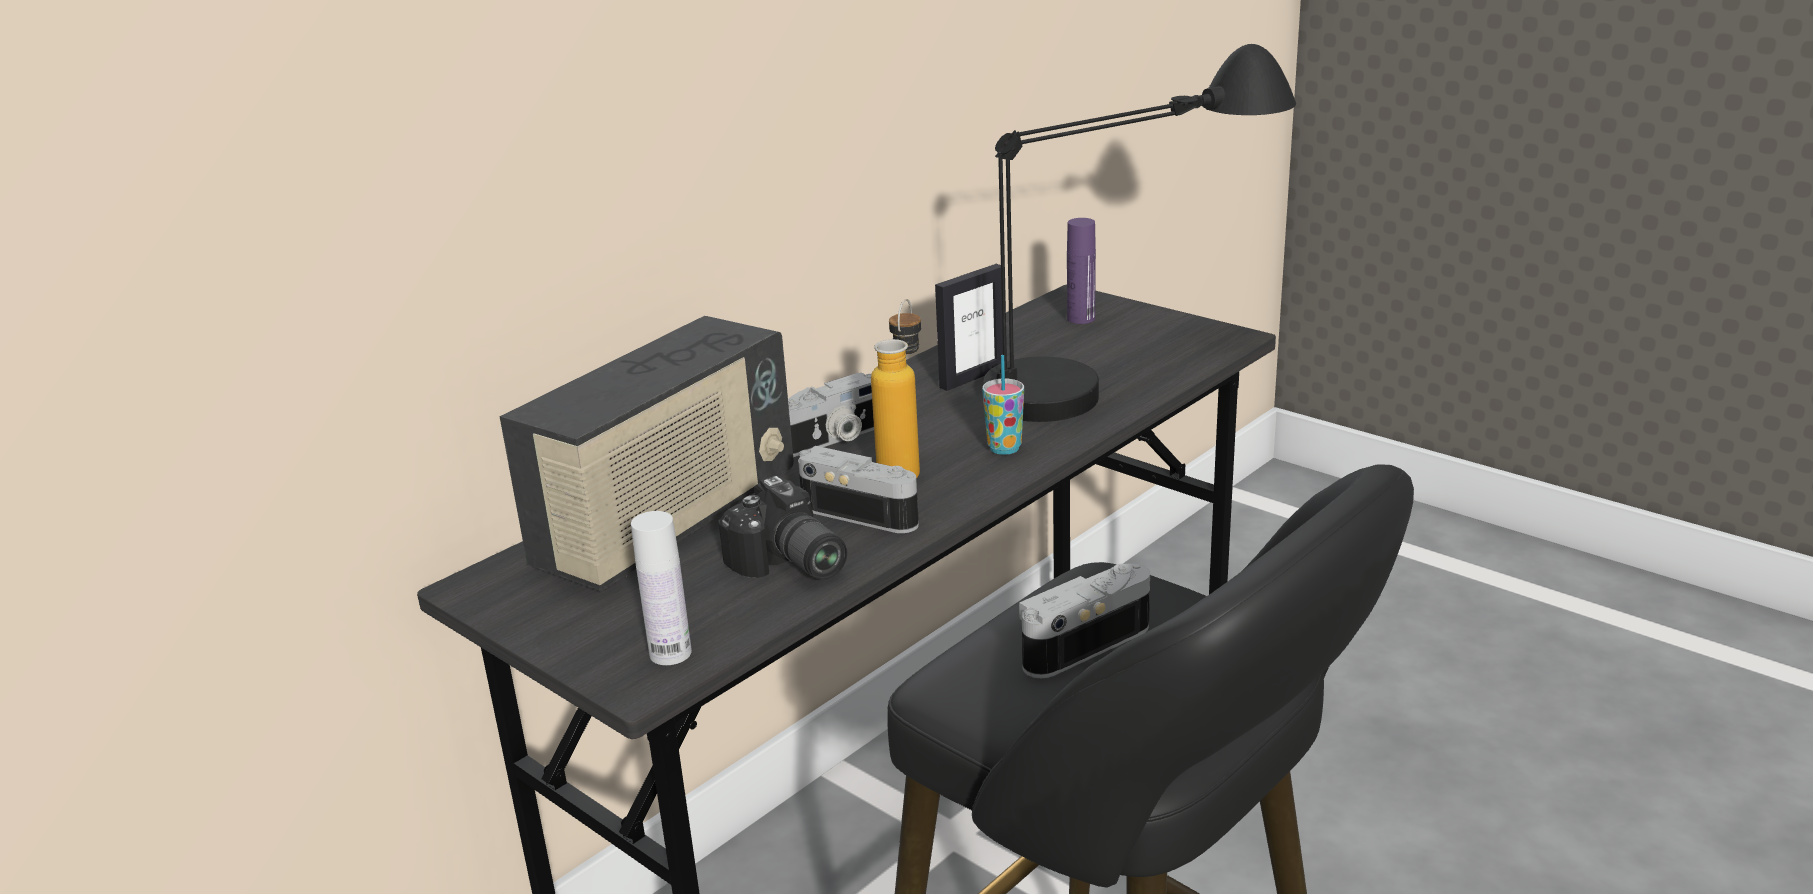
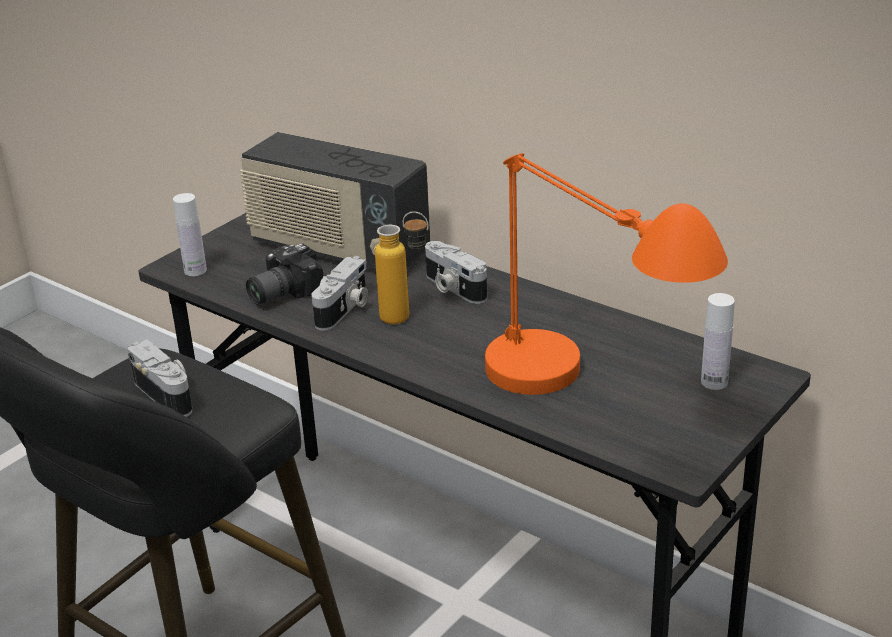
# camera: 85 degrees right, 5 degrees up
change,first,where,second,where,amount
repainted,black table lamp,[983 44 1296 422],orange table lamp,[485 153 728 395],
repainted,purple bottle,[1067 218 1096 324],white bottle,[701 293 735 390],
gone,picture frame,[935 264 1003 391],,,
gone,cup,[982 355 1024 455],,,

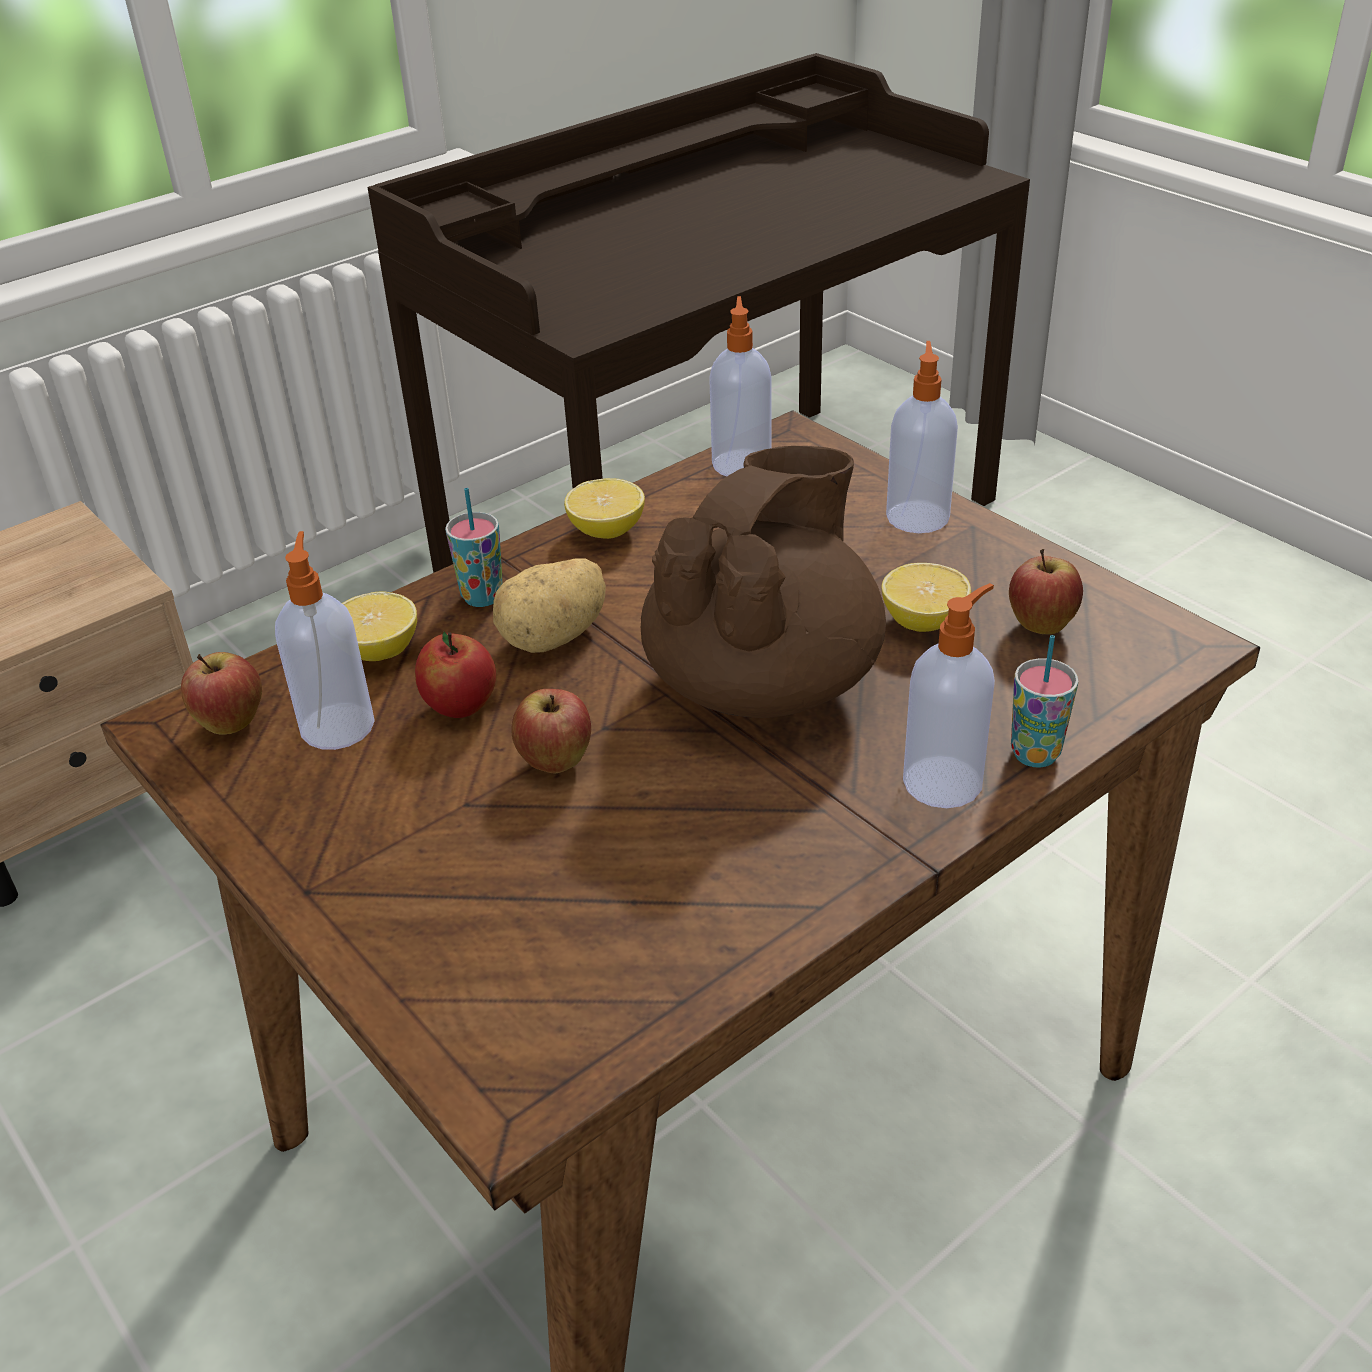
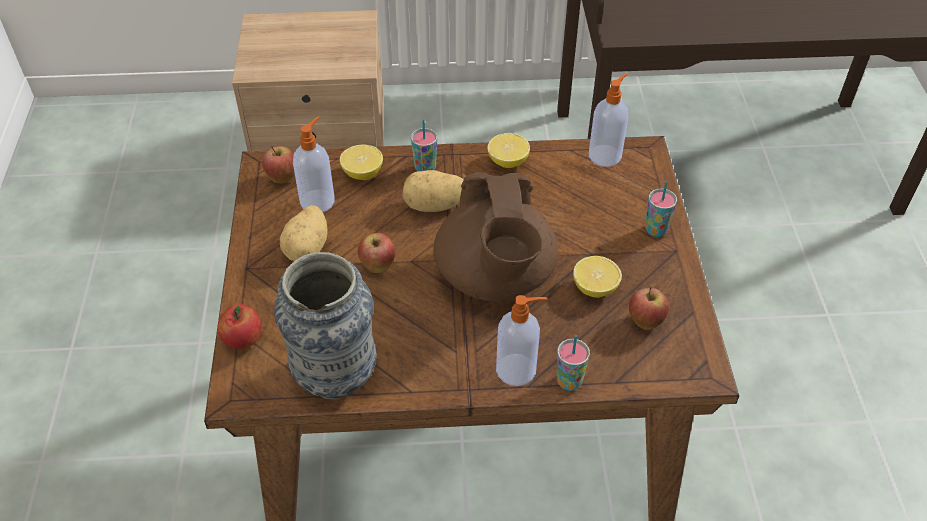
# camera: 35 degrees right, 10 degrees up
change,first,where,second,where,amount
swapped,soap dispenser,[886 341 958 533],cup,[645 181 677 237],
rotated,brown teapot,[641 446 886 718],,[433 172 558 301],105 degrees clockwise
shifted,apple,[415 632 496 718],,[217 304 261 349],
new,,,potato,[280 205 328 261],
new,,,vase,[274 252 377 400],

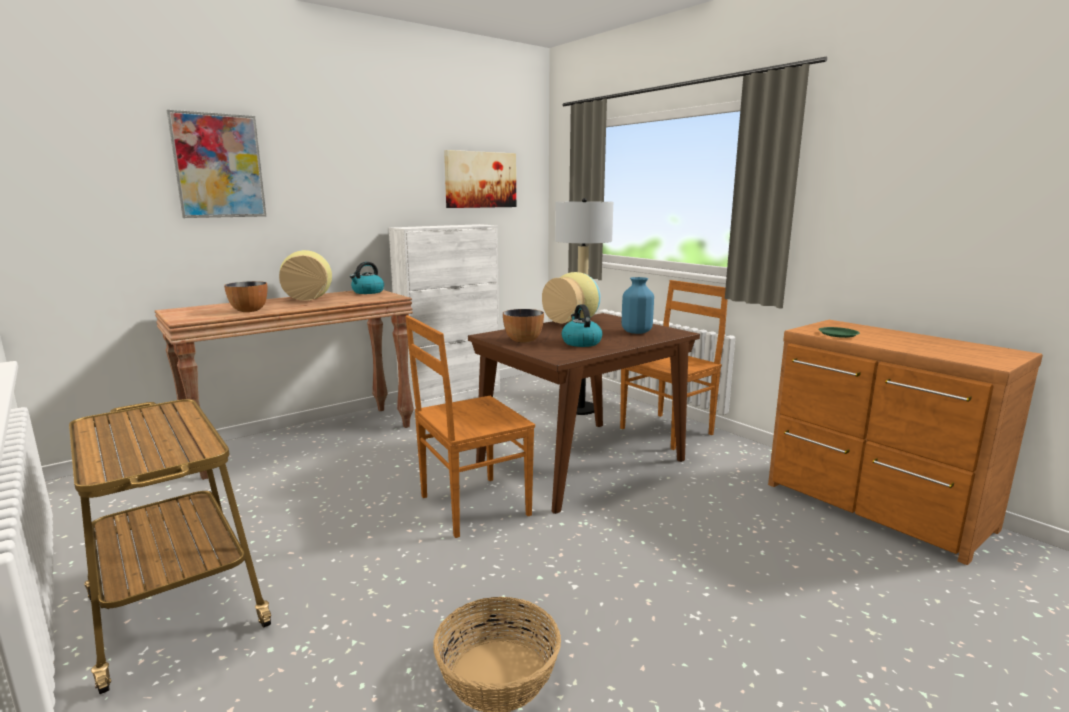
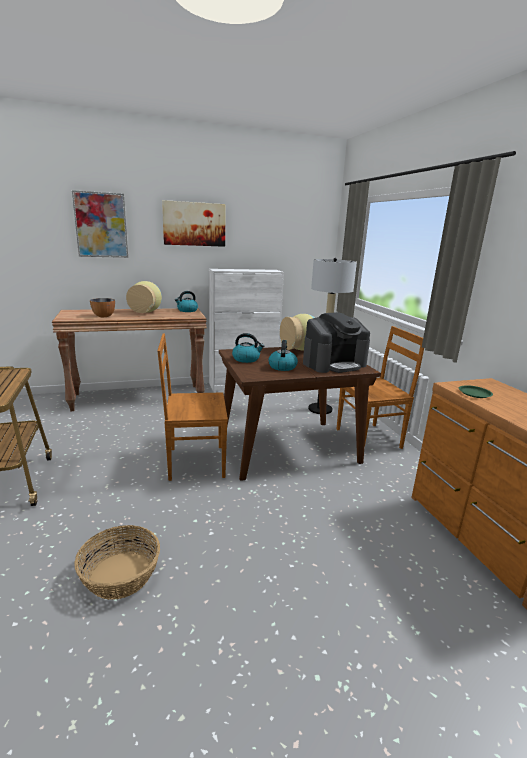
# camera: 20 degrees right, 5 degrees up
change,first,where,second,where,amount
shifted,picture,[444 150 516 208],,[162 200 226 247],
swapped,blue vase,[622 277 654 334],coffee machine,[303 312 370 373],
swapped,bowl,[503 309 544 343],kettle,[232 333 264 363],

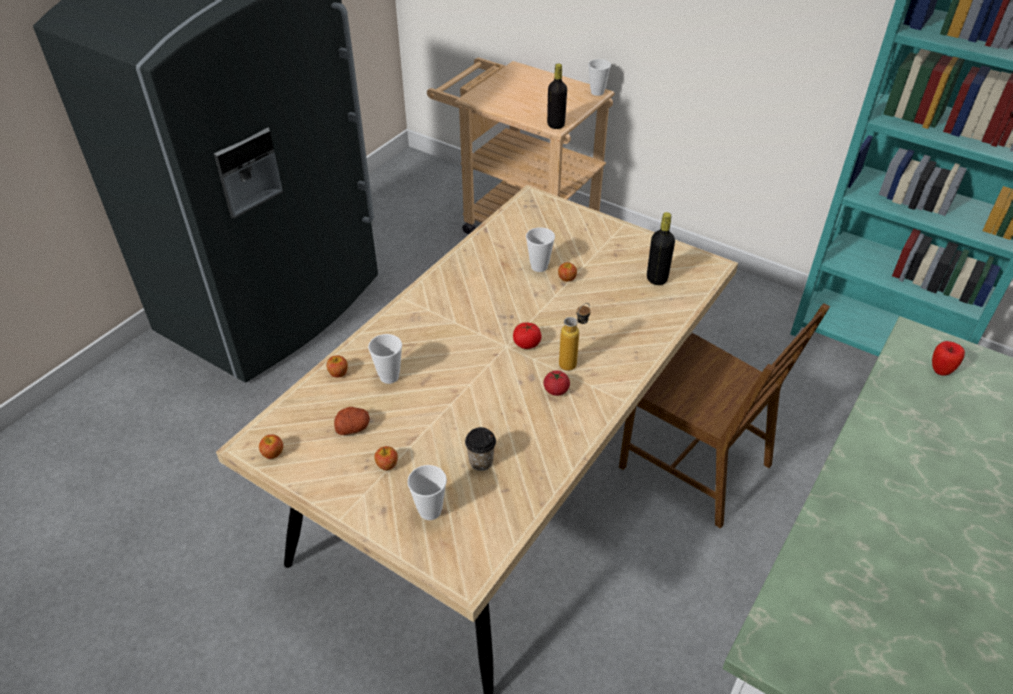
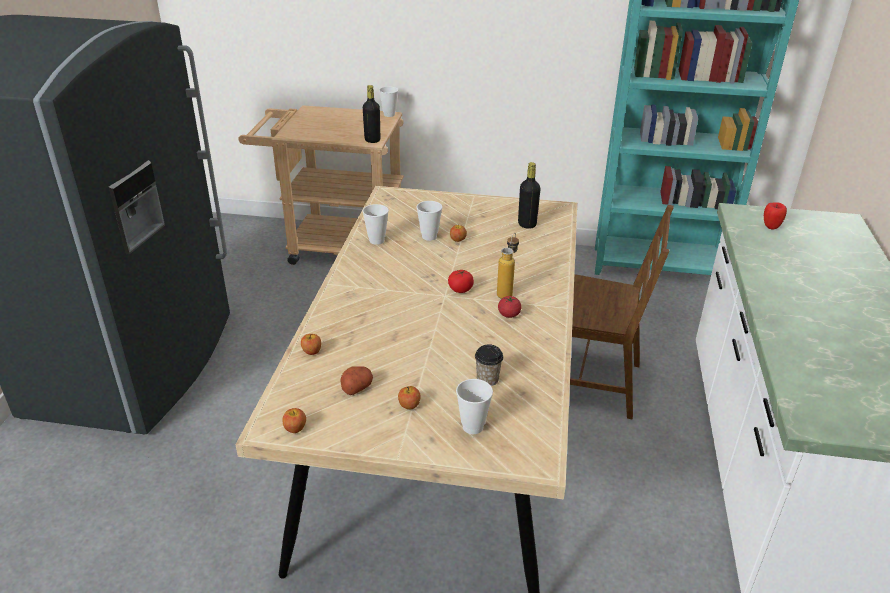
# camera: 25 degrees left, 10 degrees down
change,first,where,second,where,amount
shifted,cup,[368 334 402 384],,[363 204 389 245],

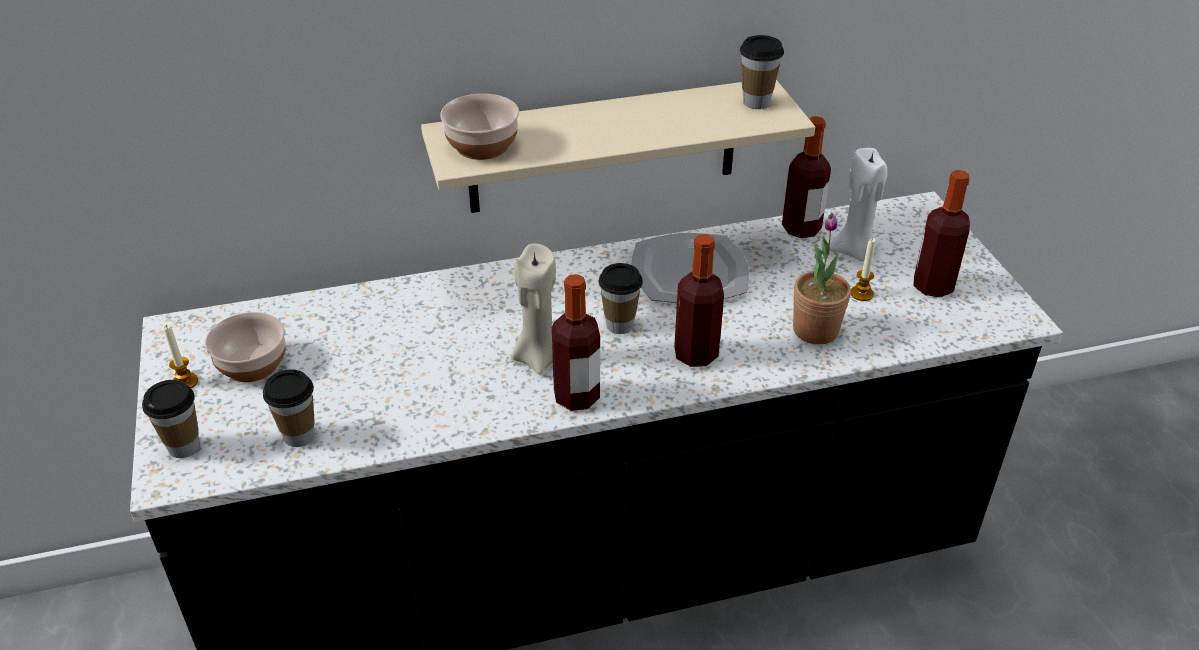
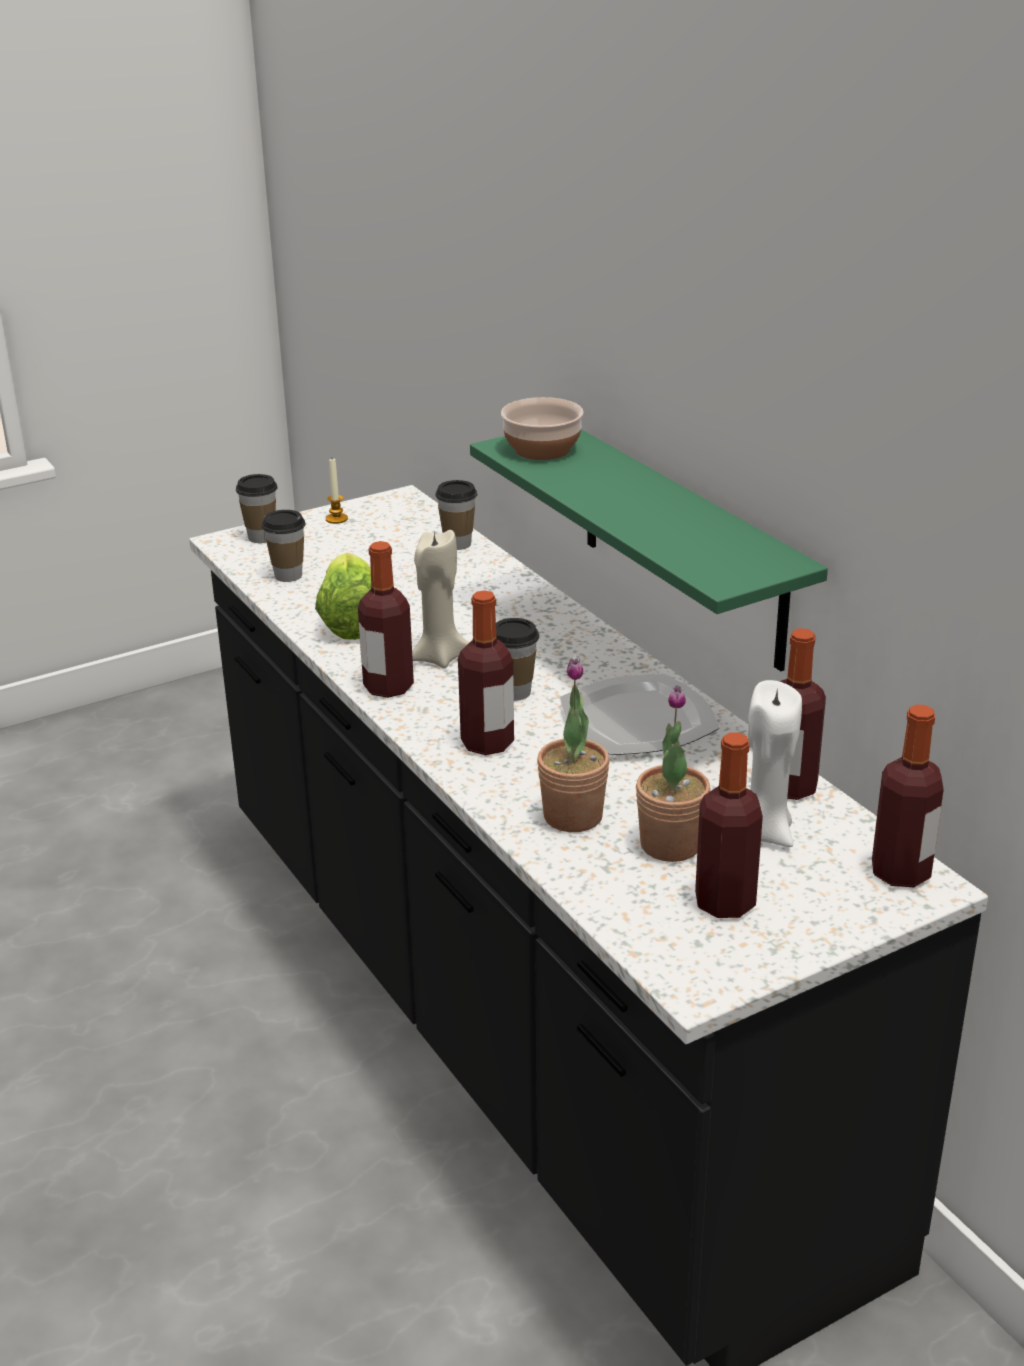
# camera: 75 degrees right, 10 degrees down
change,first,where,second,where,amount
shifted,cup,[740 35 784 109],,[435 480 477 550],
repainted,beige shelf,[421 80 815 213],green shelf,[470 429 828 671],
swapped,candle,[851 238 876 301],potted plant,[636 685 711 862],
gone,bowl,[205 312 286 382],,,
new,,,lettuce,[315 552 371 640],
new,,,bottle,[872 705 944 887],

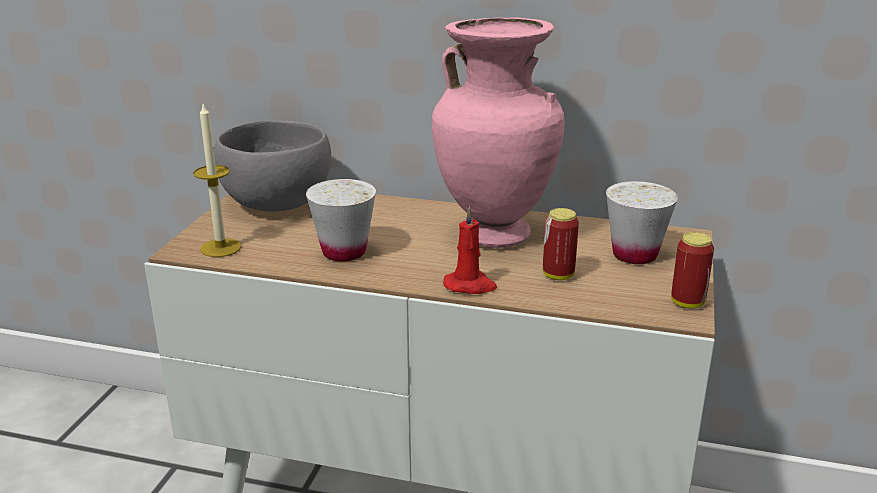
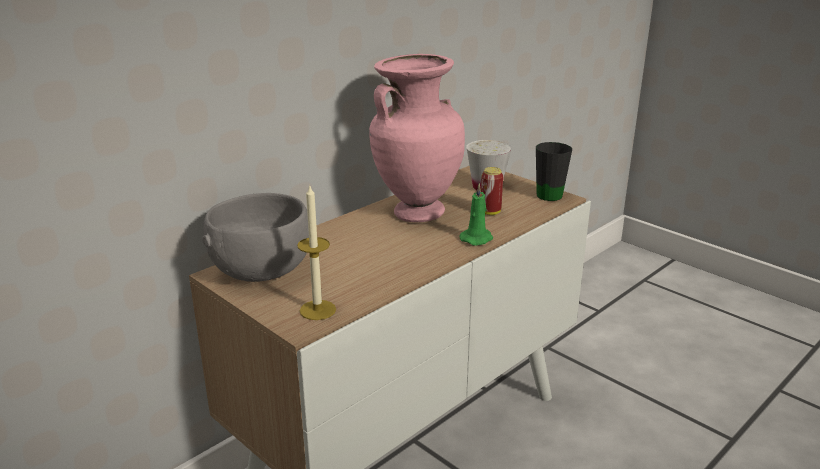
# camera: 60 degrees left, 0 degrees up
change,first,where,second,where,amount
gone,white cup,[306 179 376 261],,,
repainted,red candle,[443 206 497 294],green candle,[459 183 493 246],
swapped,can,[671 232 714 309],black mug,[536 142 572 201],

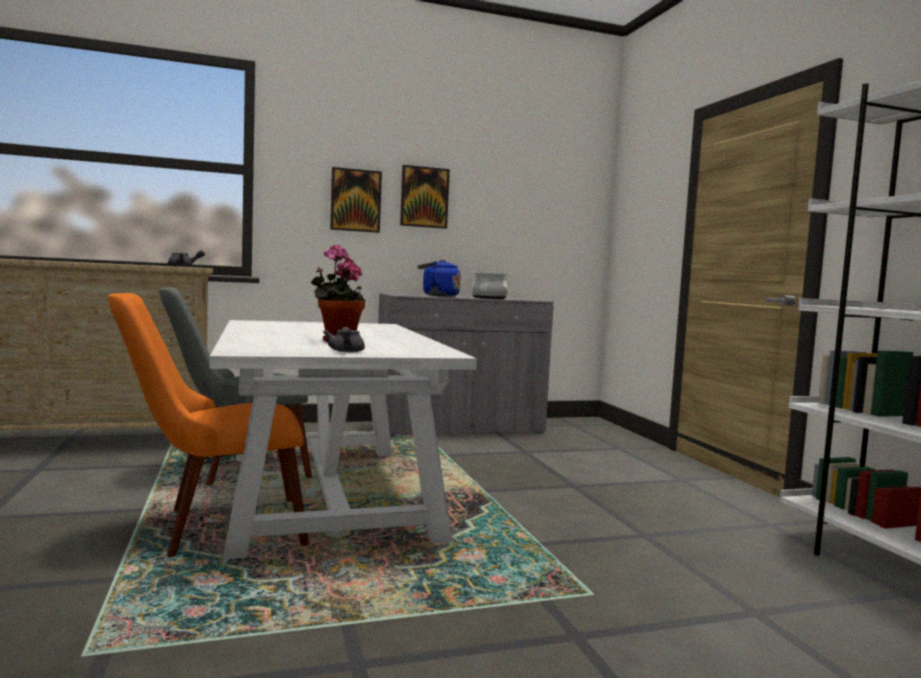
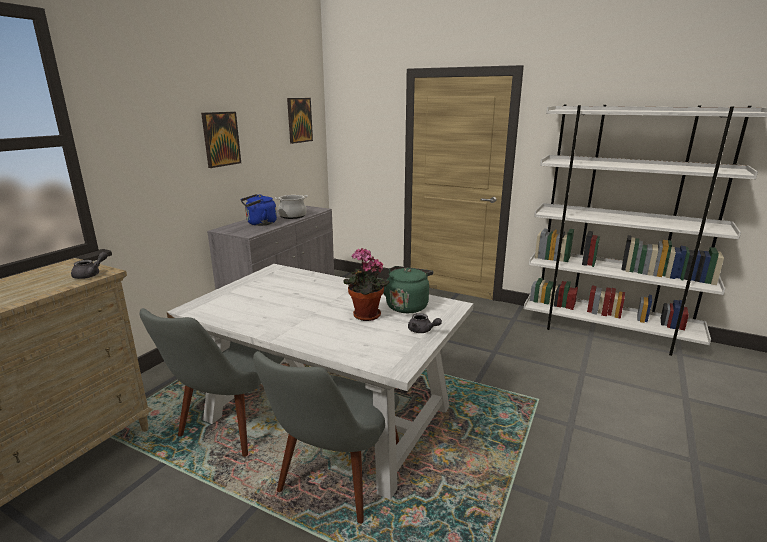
# camera: 45 degrees left, 15 degrees up
change,first,where,second,where,amount
shifted,picture,[330 167 382 233],,[287 98 313 144],
repainted,orange chair,[108 293 309 557],grey chair,[253 351 399 524],
new,,,green kettle,[378 266 433 313],

